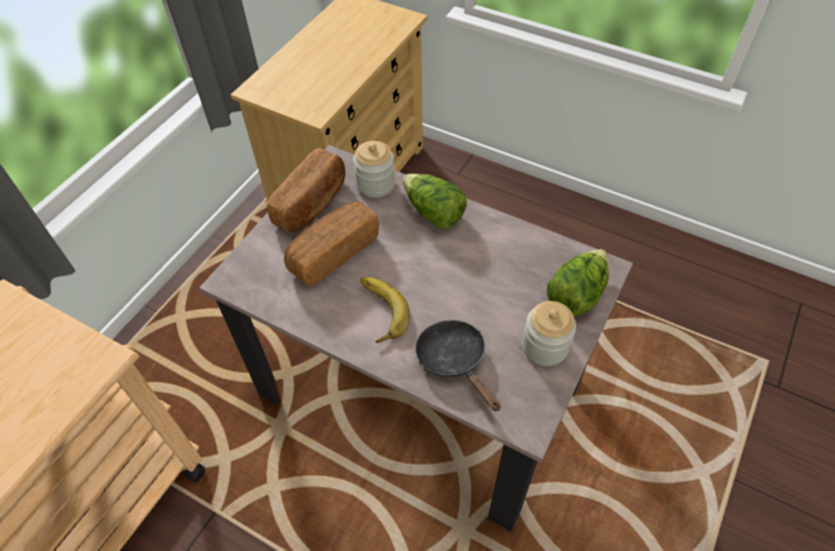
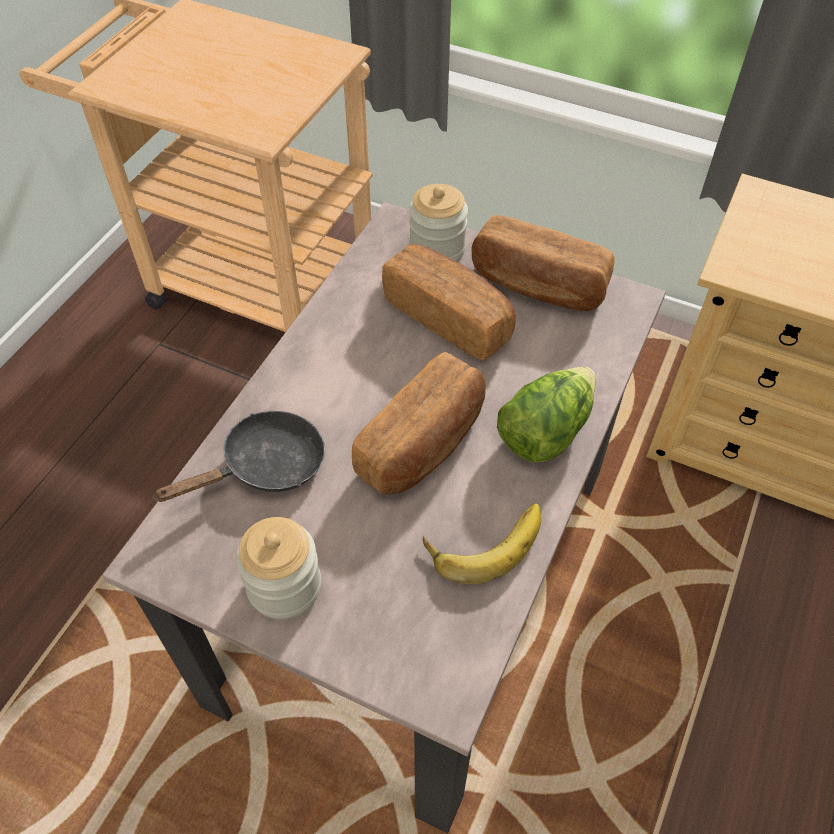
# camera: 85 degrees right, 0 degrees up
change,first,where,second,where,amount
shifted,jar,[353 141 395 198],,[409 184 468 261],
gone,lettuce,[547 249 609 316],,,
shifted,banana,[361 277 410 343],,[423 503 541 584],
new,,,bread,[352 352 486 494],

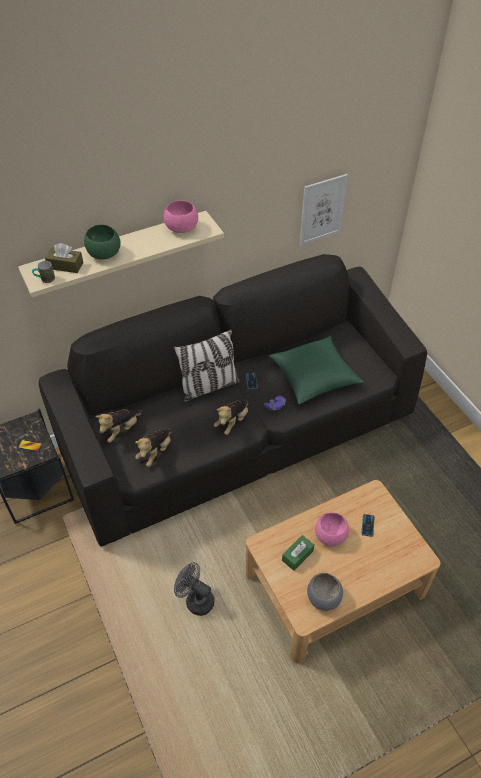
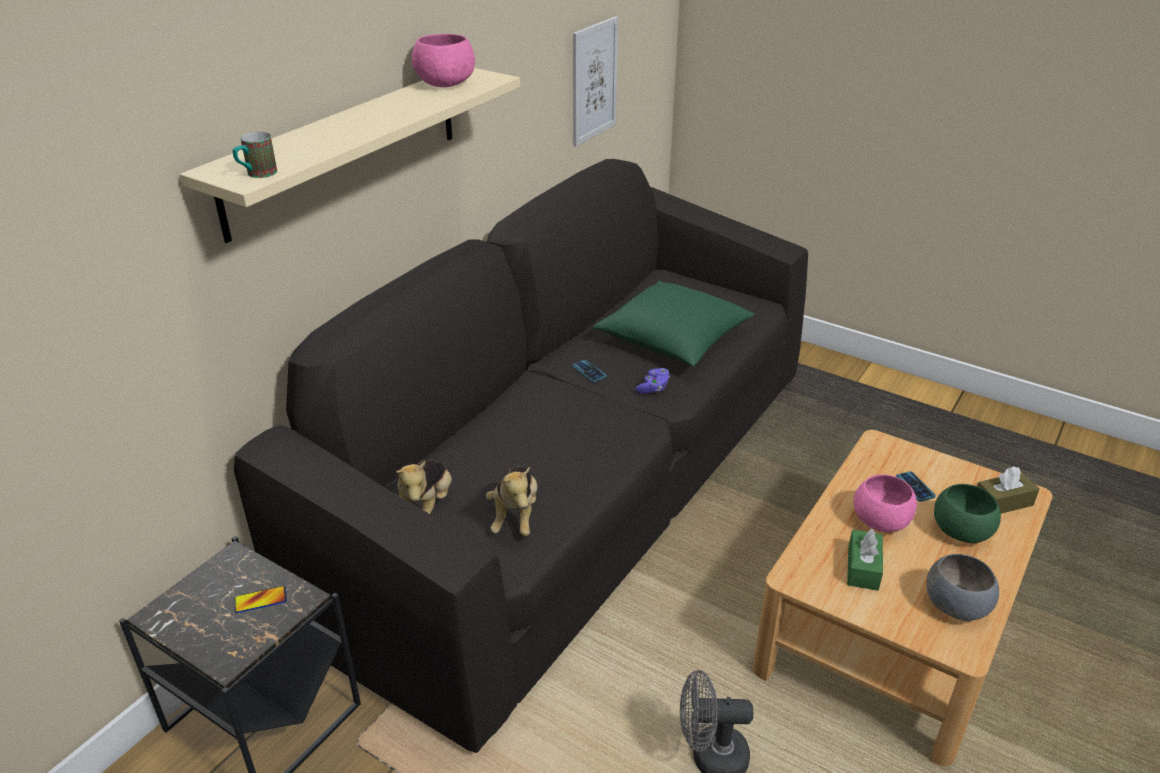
# camera: 30 degrees left, 15 degrees down
change,first,where,second,where,amount
shifted,green bowl,[84 225 121 260],,[934 484 1001 543],
shifted,brown tissue box,[45 243 83 273],,[977 466 1039 514],
gone,pillow,[173 329 240 402],,,
gone,plush toy,[214 400 249 435],,,

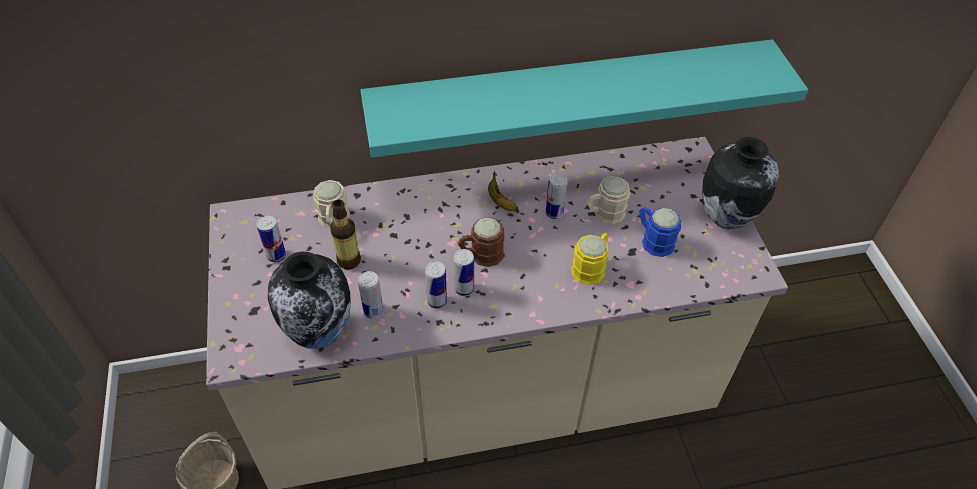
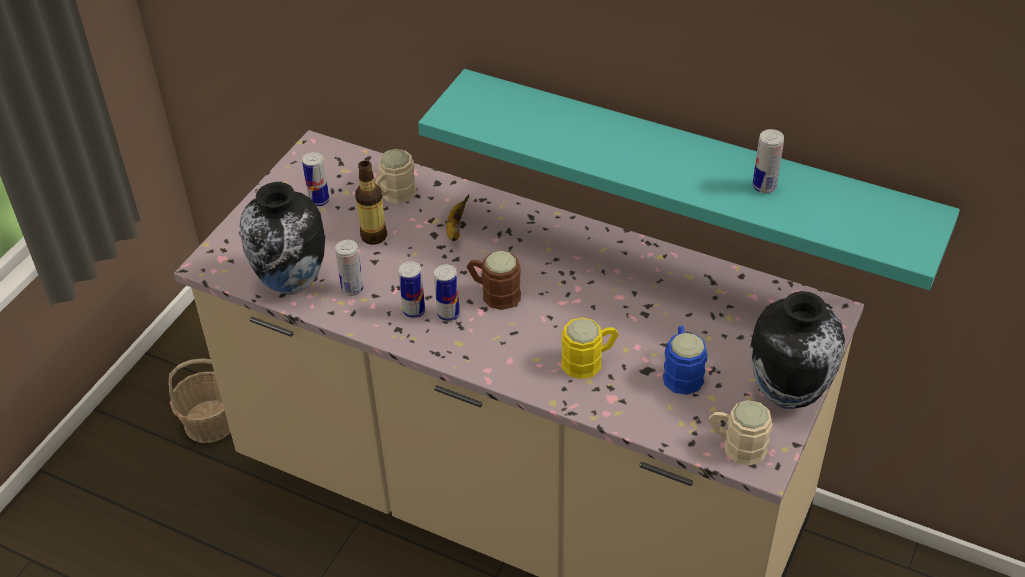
# camera: 40 degrees right, 5 degrees down
change,first,where,second,where,amount
shifted,banana,[488 171 518 211],,[446 194 469 241],
shifted,can,[546 173 568 219],,[752 129 784 193],
shifted,beige mug,[586 176 630 224],,[709 400 773 466],

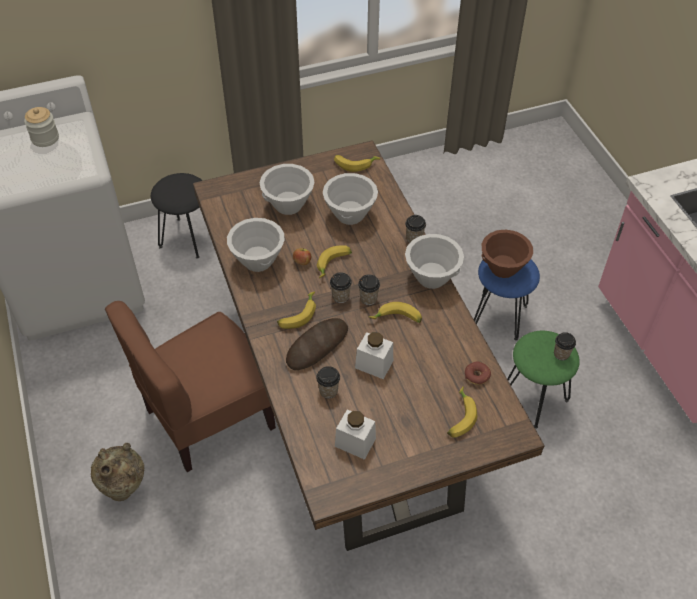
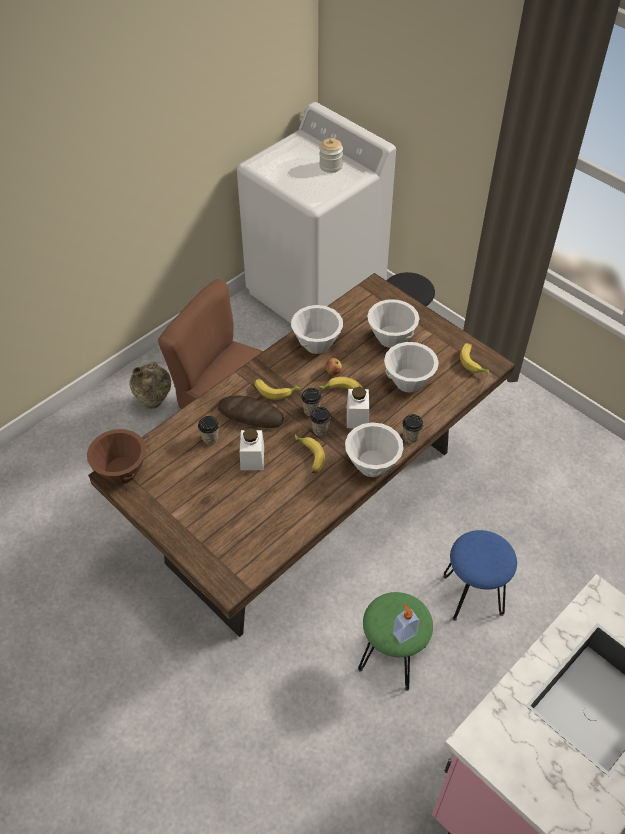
# camera: 65 degrees right, 0 degrees up
change,first,where,second,where,amount
shifted,brown bowl,[482 230 533 278],,[87 429 146 484],
swapped,cup,[554 332 576 360],soap dispenser,[393 604 420 644],
gone,donut,[465 362 491 385],,,
gone,banana,[447 386 477 438],,,
shifted,white jar,[335 409 376 460],,[347 387 369 428],

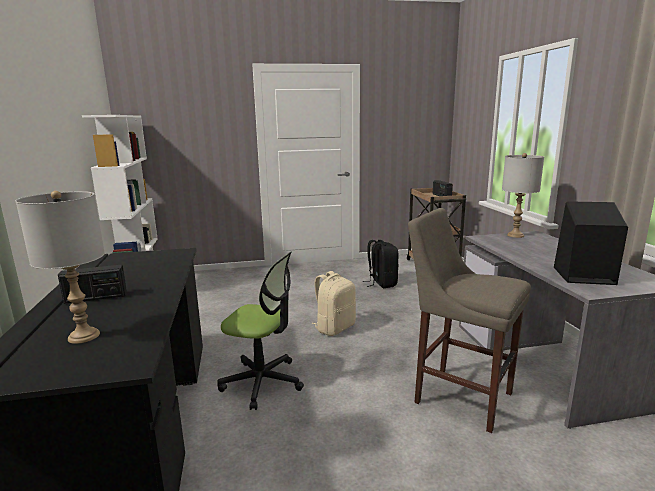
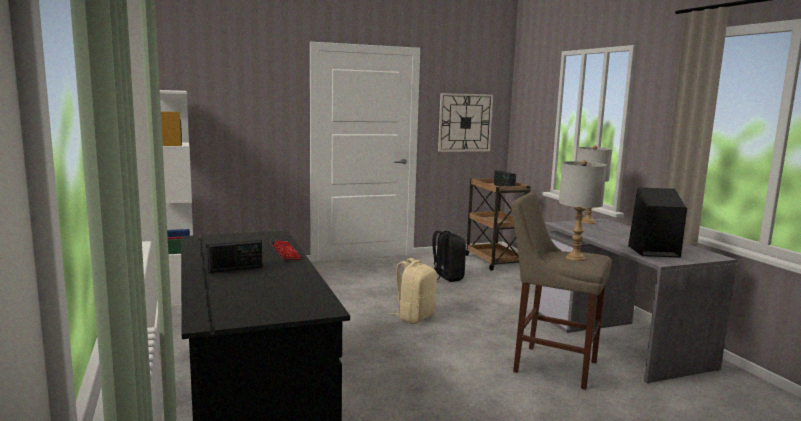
# camera: 10 degrees left, 5 degrees down
change,first,where,second,where,amount
shifted,grey table lamp,[16 191 105 344],,[559 160 607 261],
gone,office chair,[217 252 304 410],,,
new,,,wall clock,[438 93 493 152],
new,,,keyboard,[271 240 302 260],

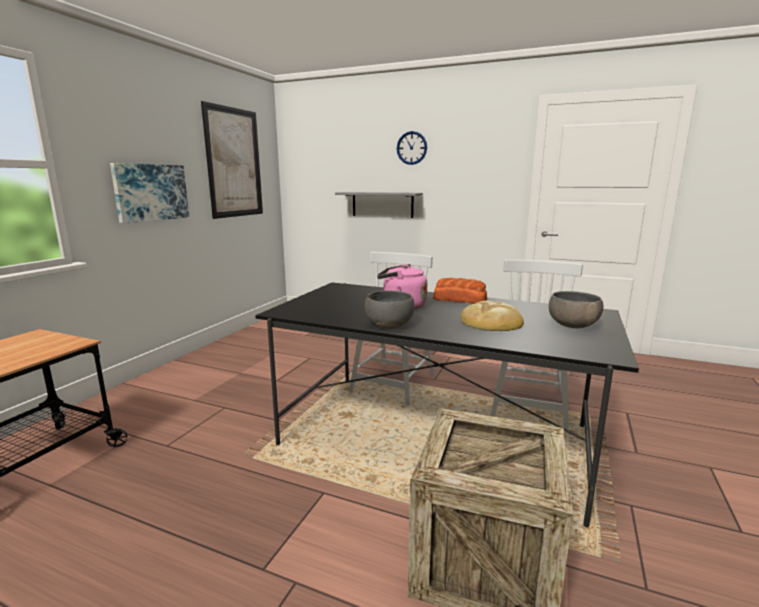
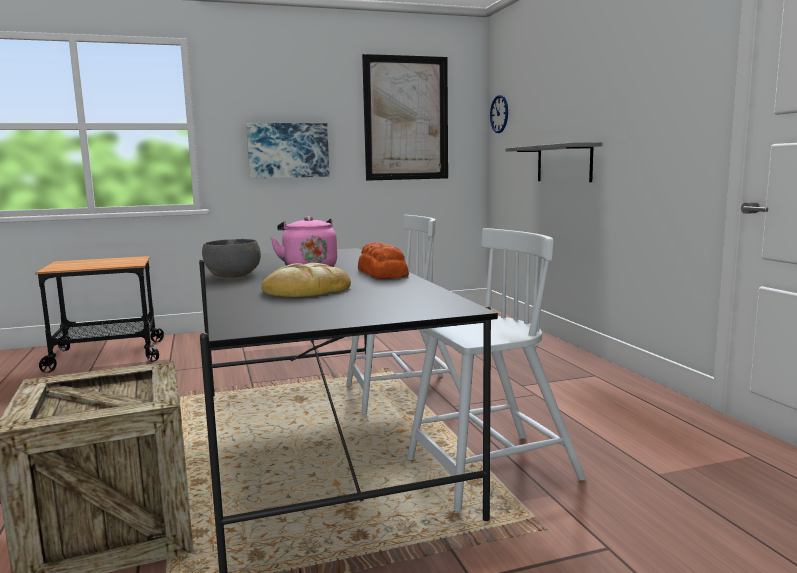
# camera: 50 degrees right, 5 degrees down
change,first,where,second,where,amount
shifted,wall clock,[397 131 427 165],,[490 95 508 133],
gone,grey bowl,[549 291 603 328],,,

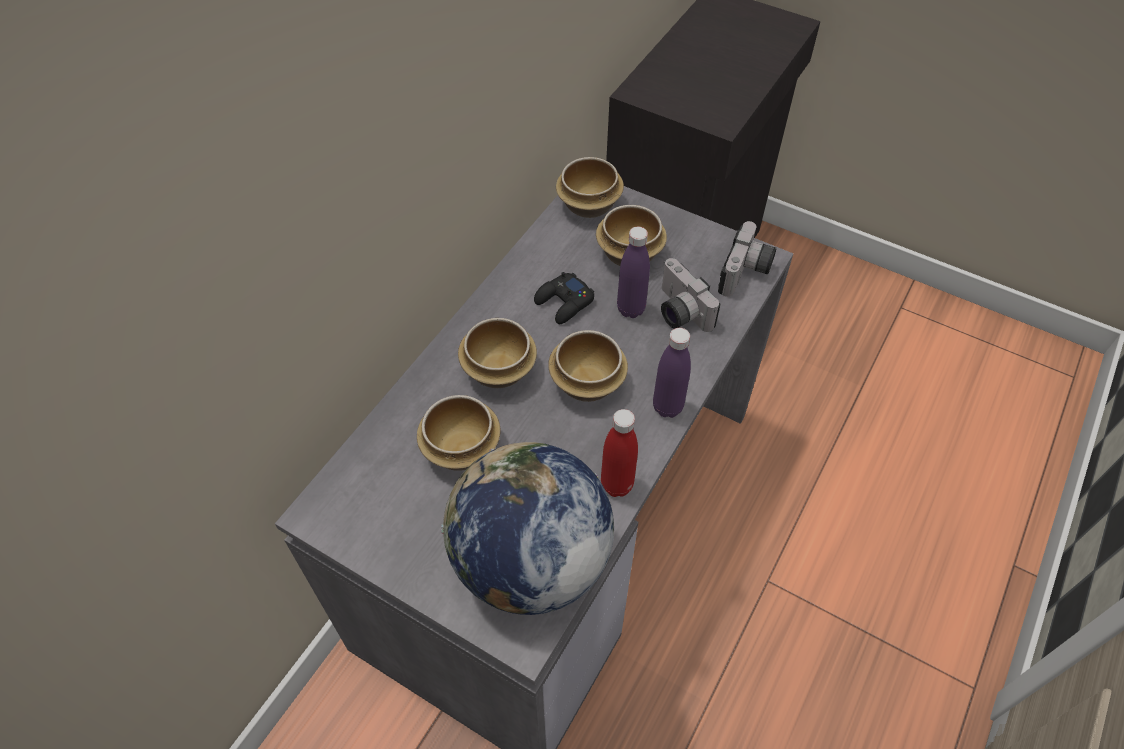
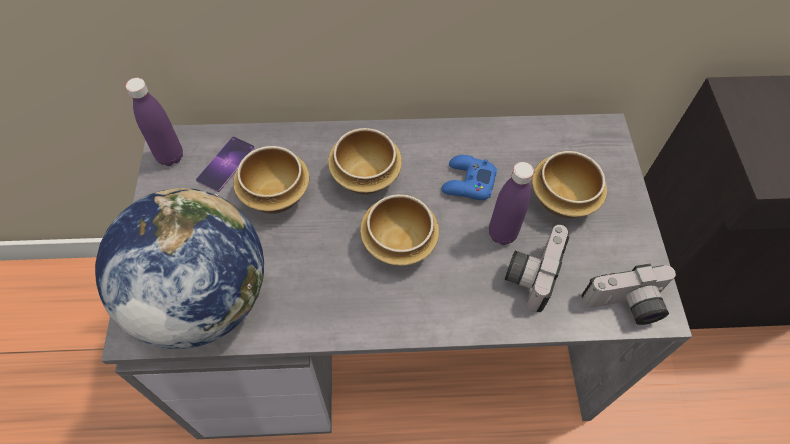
# camera: 55 degrees right, 5 degrees up
change,first,where,second,where,amount
gone,bowl,[556 157 624 218],,,
repainted,black game controller,[534 272 594 324],blue game controller,[441 155 498 200],
shifted,purple bottle,[653 328 691 418],,[126 78 183 166],
gone,red bottle,[601 409 638 497],,,
new,,,phone,[196 136 255 192],

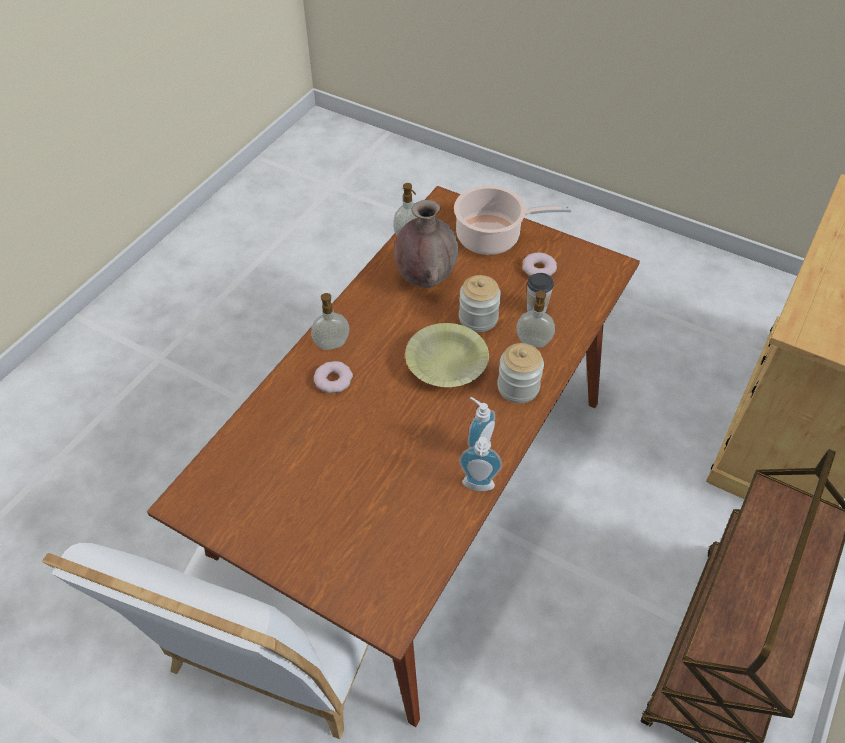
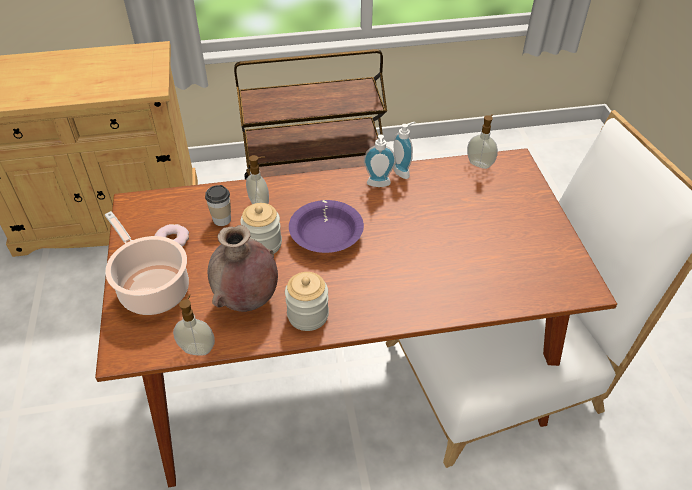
# camera: 130 degrees left, 5 degrees down
change,first,where,second,where,amount
shifted,soap dispenser,[311 293 349 350],,[467 114 498 169],
repainted,yellow bowl,[405 323 489 387],purple bowl,[289 200 364 253],
shifted,jar,[497 343 544 403],,[285 272 329 331],
gone,donut,[314 361 353 393],,,

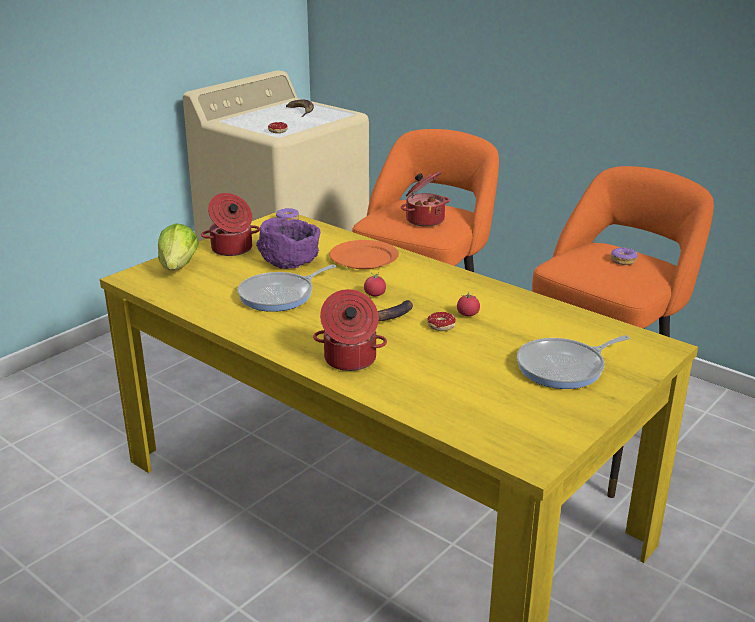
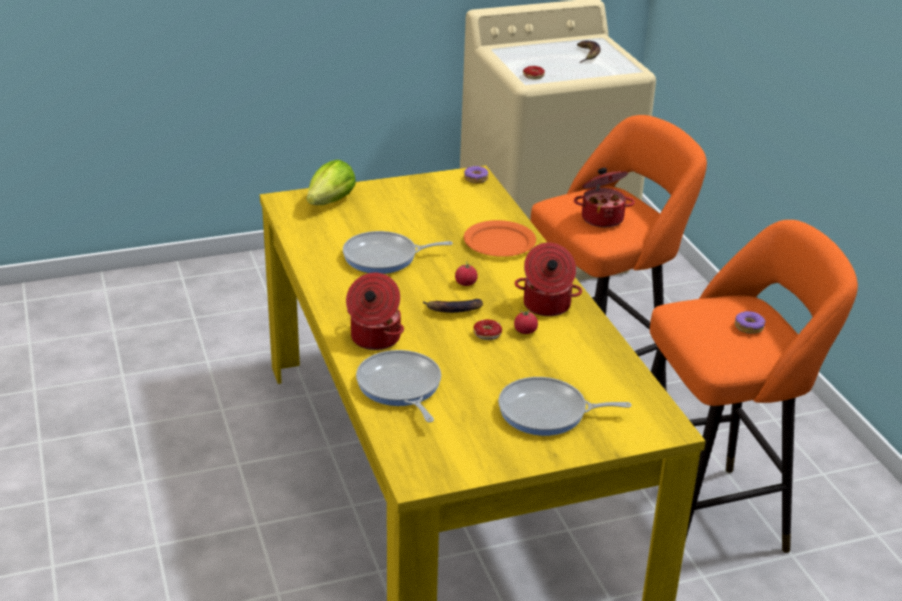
# camera: 30 degrees right, 5 degrees up
change,first,where,second,where,amount
shifted,cooking pot,[201 193 260 256],,[515 243 582 316],
gone,purple bowl,[256 217 321 269],,,
new,,,frying pan,[356 350 441 422],

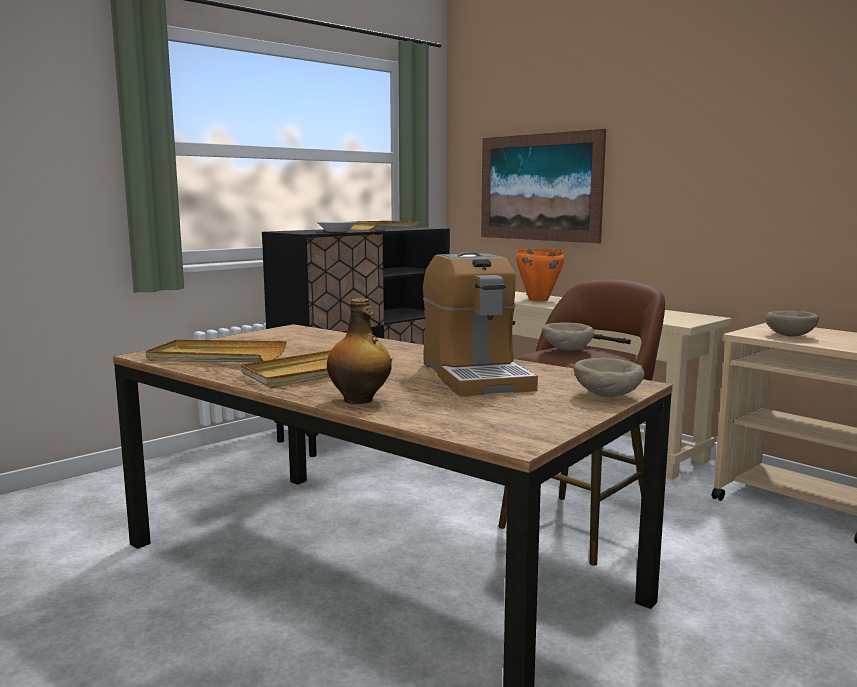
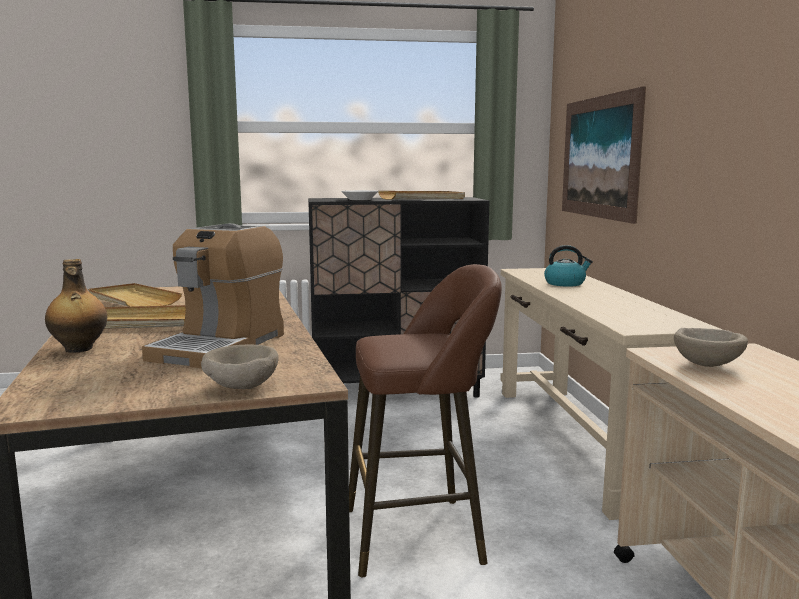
# camera: 35 degrees right, 0 degrees up
change,first,where,second,where,amount
swapped,orange cooking pot,[516 249 564 301],kettle,[544 245 593 287],
gone,beige bowl,[542 322 594 350],,,

